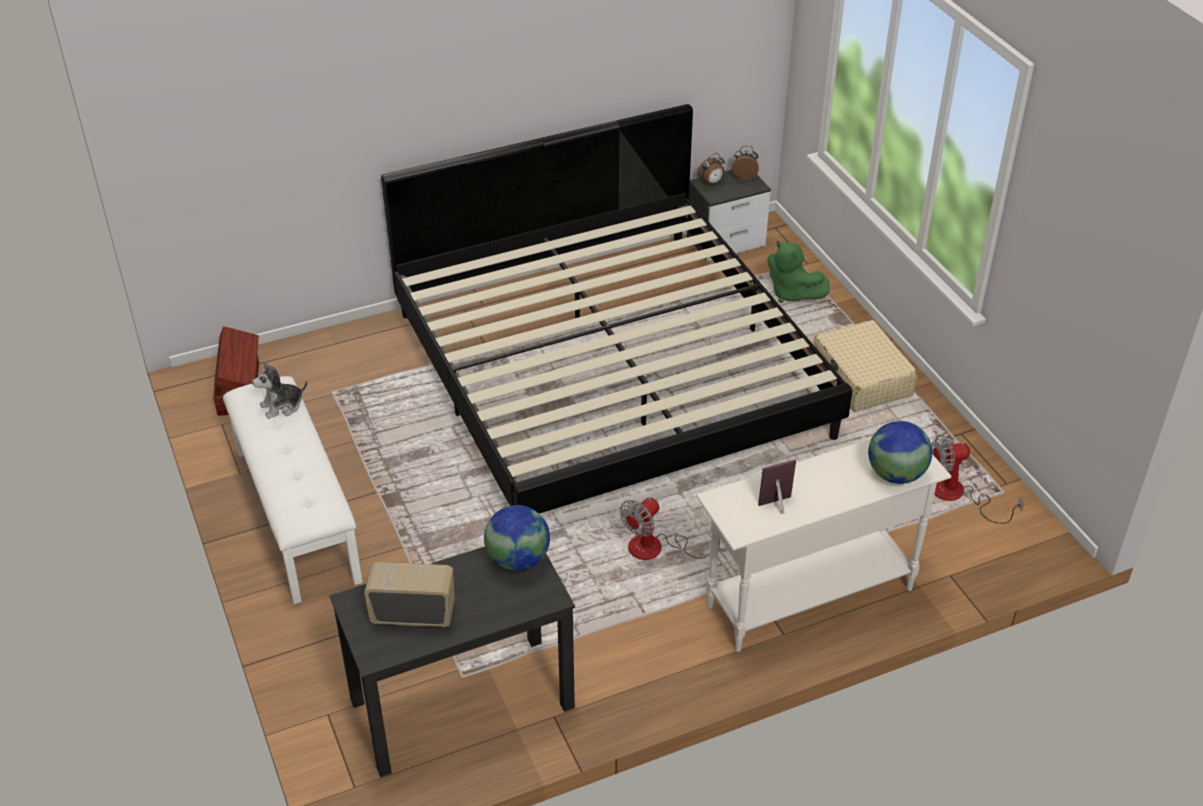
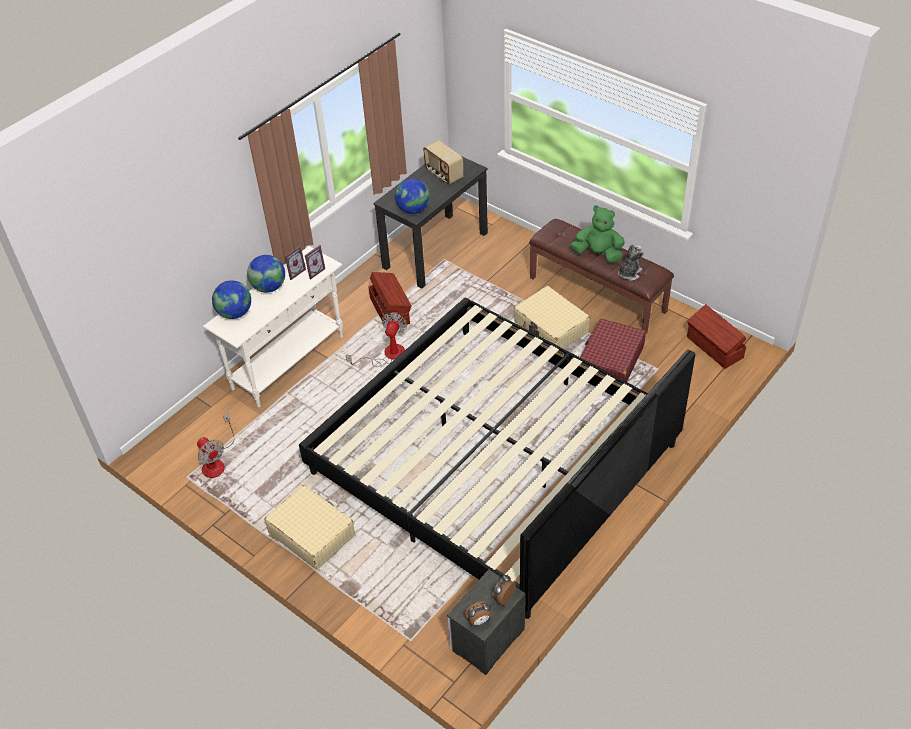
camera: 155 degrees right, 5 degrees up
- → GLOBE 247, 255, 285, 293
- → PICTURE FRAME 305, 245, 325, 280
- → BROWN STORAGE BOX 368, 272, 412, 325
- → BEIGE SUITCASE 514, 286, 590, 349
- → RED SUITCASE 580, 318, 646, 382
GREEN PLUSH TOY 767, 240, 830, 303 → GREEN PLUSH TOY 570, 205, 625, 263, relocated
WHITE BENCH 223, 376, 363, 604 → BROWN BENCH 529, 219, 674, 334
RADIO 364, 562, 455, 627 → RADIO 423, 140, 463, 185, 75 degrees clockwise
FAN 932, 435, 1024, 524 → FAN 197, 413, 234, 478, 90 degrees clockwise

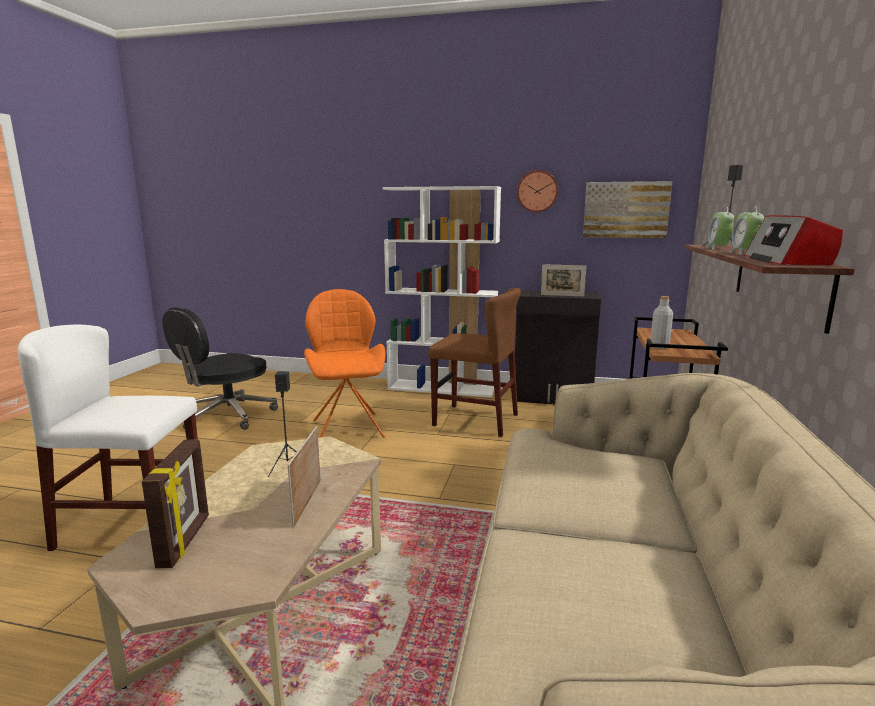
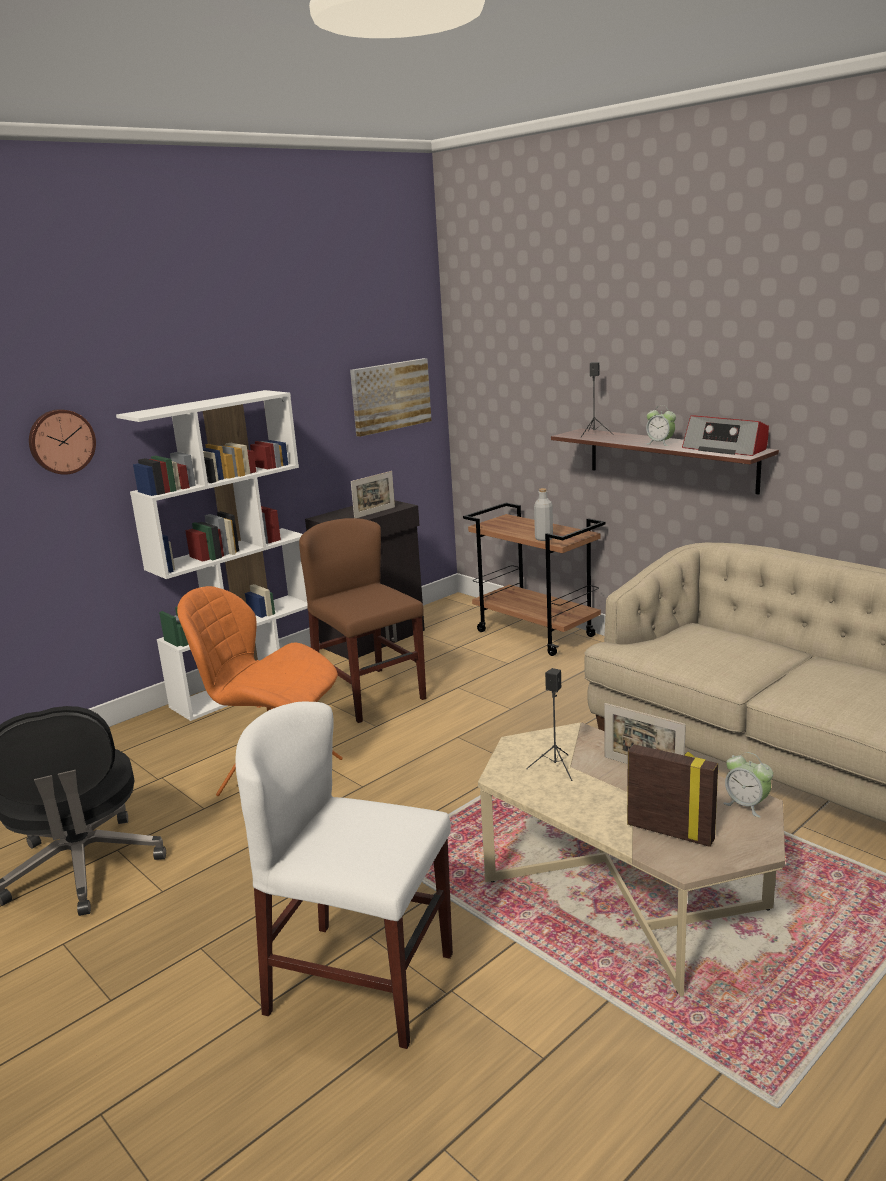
camera: 55 degrees left, 5 degrees up
WALL CLOCK 517, 170, 558, 212 → WALL CLOCK 29, 409, 96, 475, relocated
ALARM CLOCK 706, 207, 734, 250 → ALARM CLOCK 723, 752, 773, 818, relocated
WHITE CHAIR 17, 325, 198, 551 → WHITE CHAIR 235, 701, 453, 1049, 75 degrees clockwise
BROWN CHAIR 428, 288, 521, 437 → BROWN CHAIR 299, 518, 426, 723, 90 degrees counterclockwise

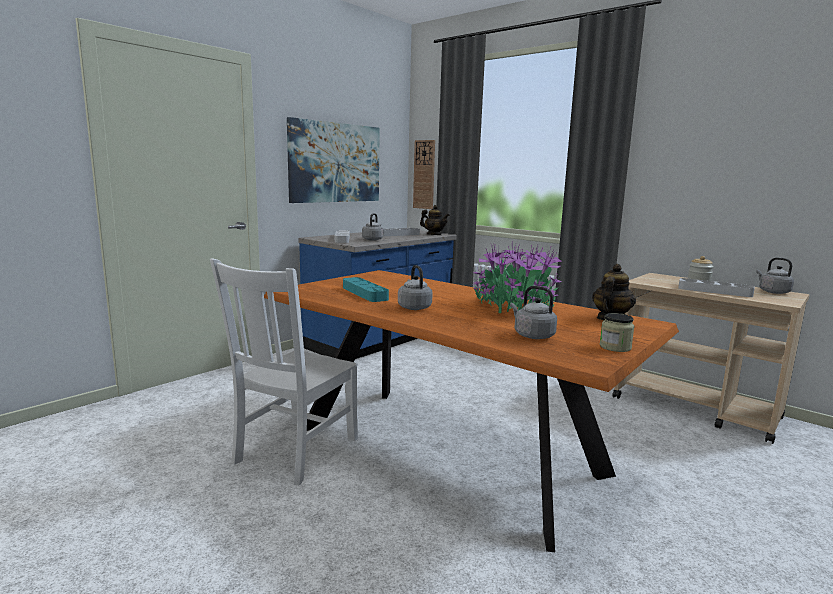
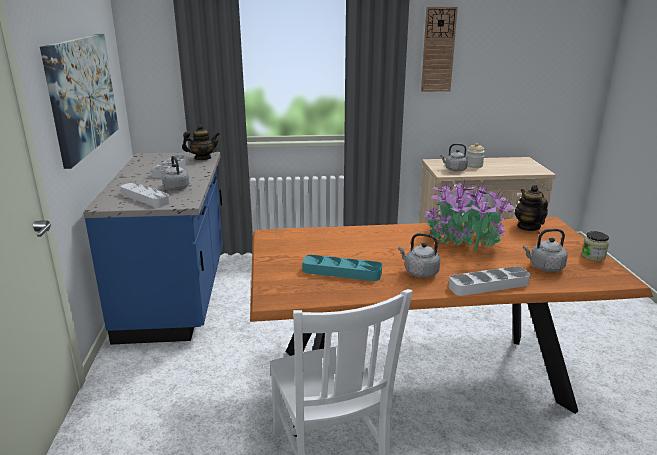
camera: 45 degrees left, 10 degrees up
WALL CLOCK 413, 140, 435, 209 → WALL CLOCK 421, 7, 458, 92, relocated
GREY TRAY 678, 278, 755, 297 → GREY TRAY 449, 266, 530, 296, relocated
GREY KETTLE 756, 258, 794, 294 → GREY KETTLE 440, 144, 468, 172, relocated

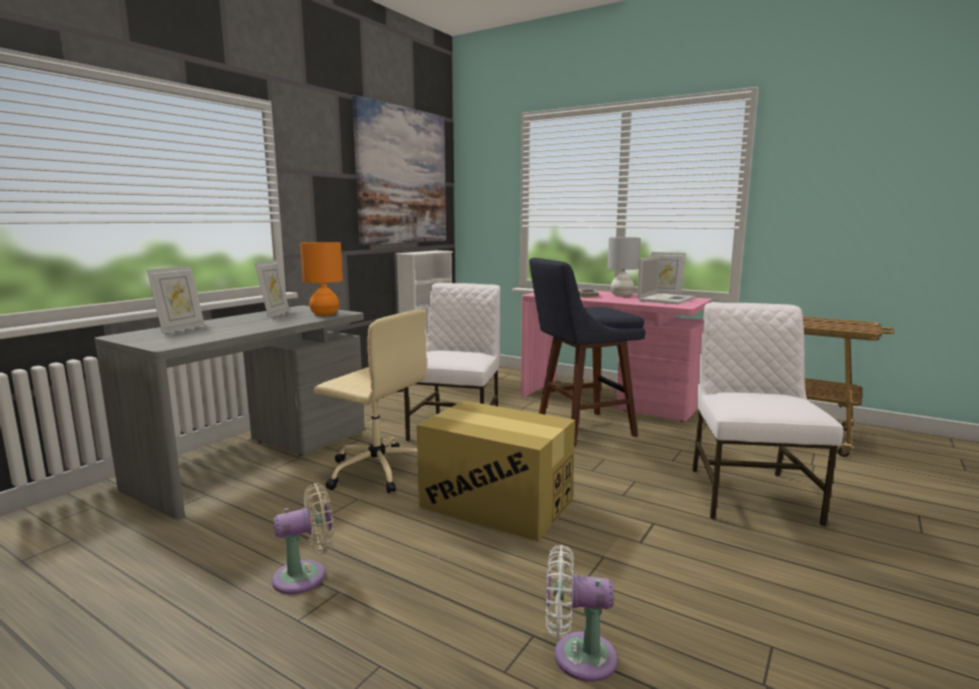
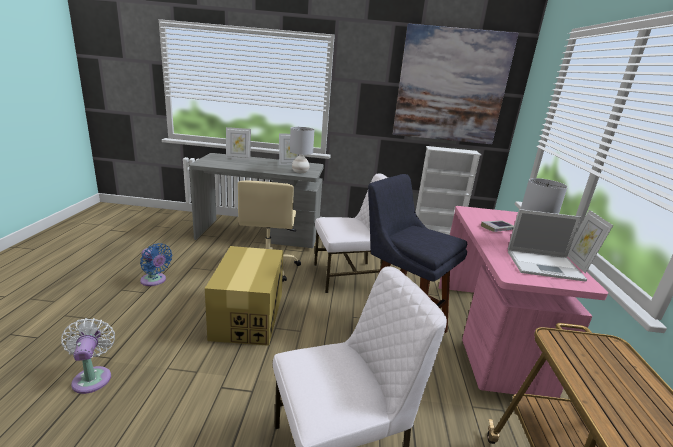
camera: 60 degrees right, 10 degrees up
BEIGE FAN 272, 483, 334, 594 → BLUE FAN 140, 243, 172, 286
ORANGE TABLE LAMP 300, 242, 343, 316 → GREY TABLE LAMP 290, 127, 315, 173

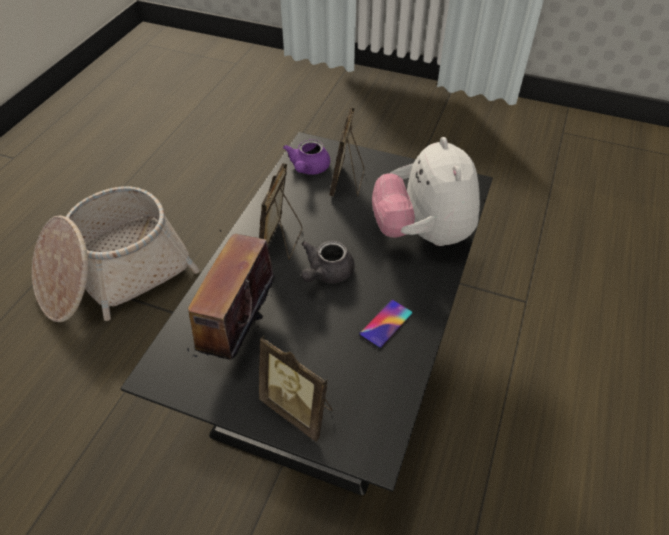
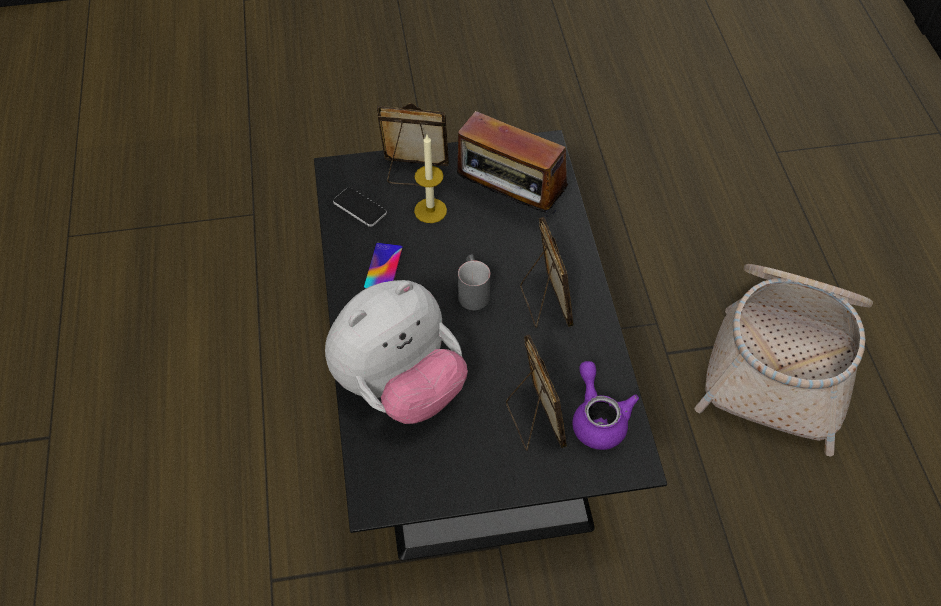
camera: 150 degrees right, 5 degrees up
- → PHONE 333, 187, 387, 227
- → CANDLE 414, 135, 447, 223
GREY TEAPOT 301, 241, 355, 283 → GREY MUG 458, 255, 490, 310
RADIO 187, 230, 275, 359 → RADIO 457, 108, 568, 218, 135 degrees clockwise
PLUSH TOY 372, 137, 480, 246 → PLUSH TOY 325, 280, 468, 424, 90 degrees clockwise

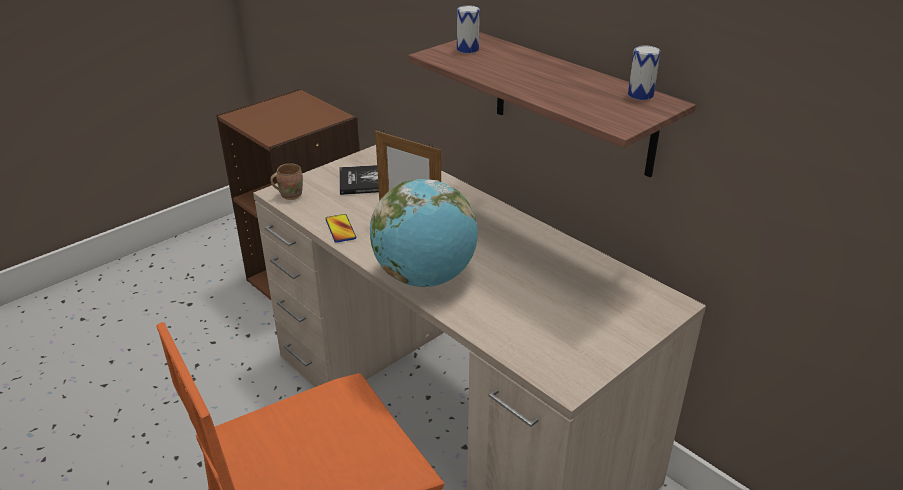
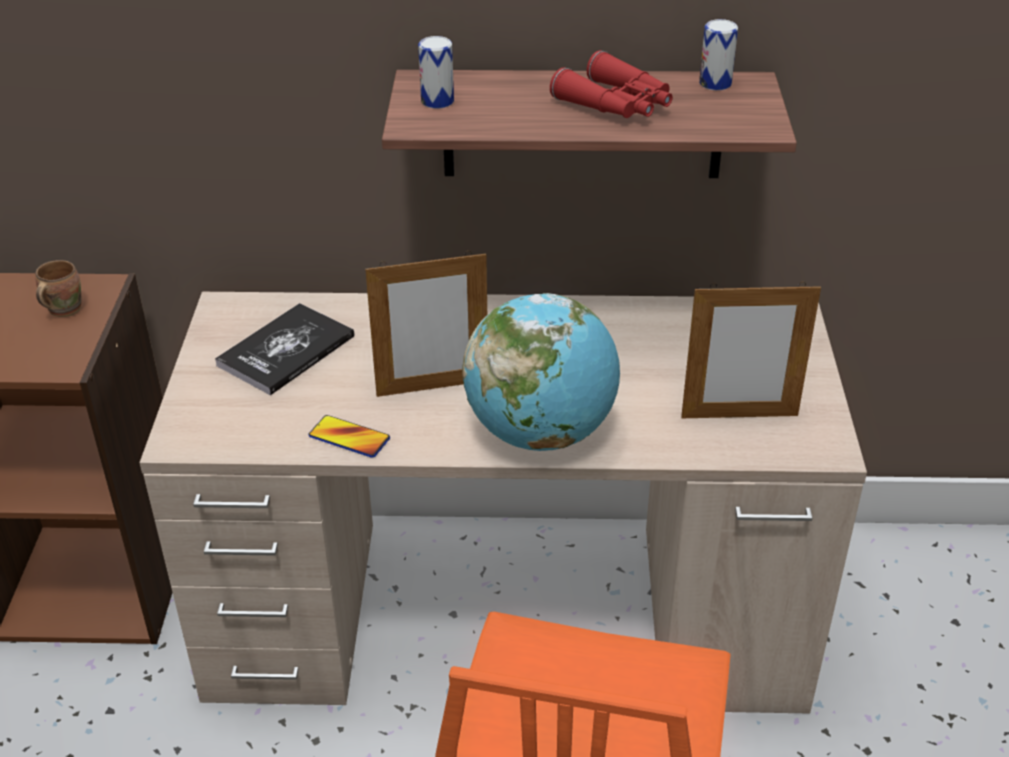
camera: 45 degrees left, 5 degrees up
- → RED BINOCULARS 550, 50, 673, 118
- → PICTURE FRAME 681, 282, 821, 418
BROWN MUG 270, 163, 303, 200 → BROWN MUG 35, 260, 81, 317, relocated

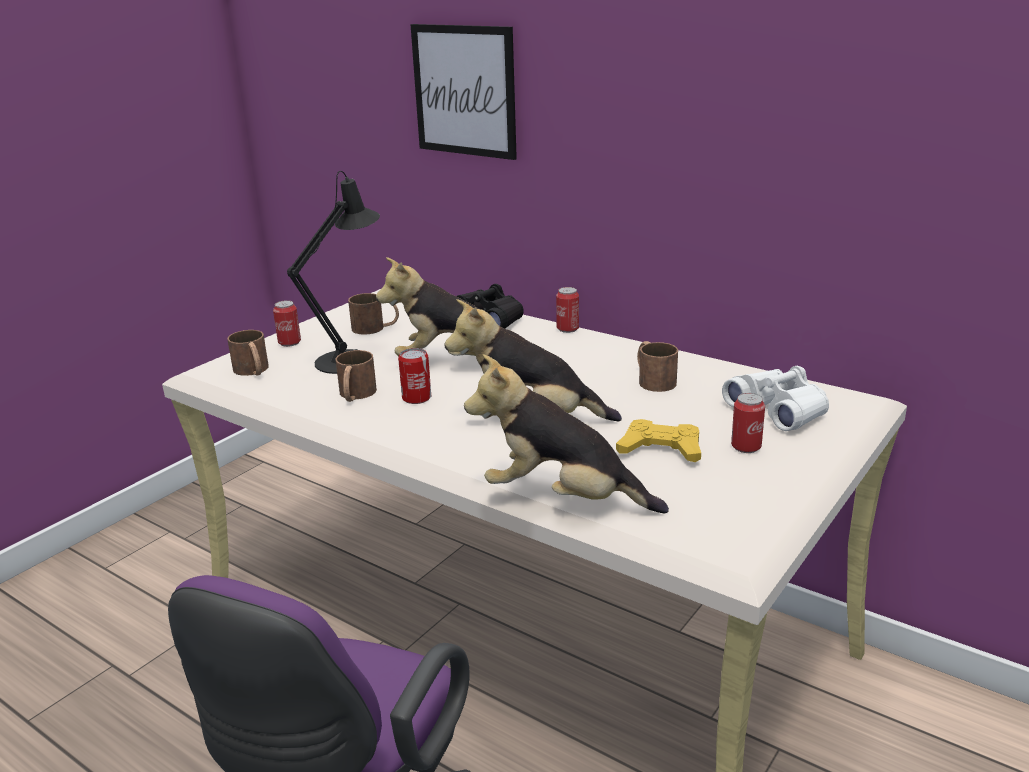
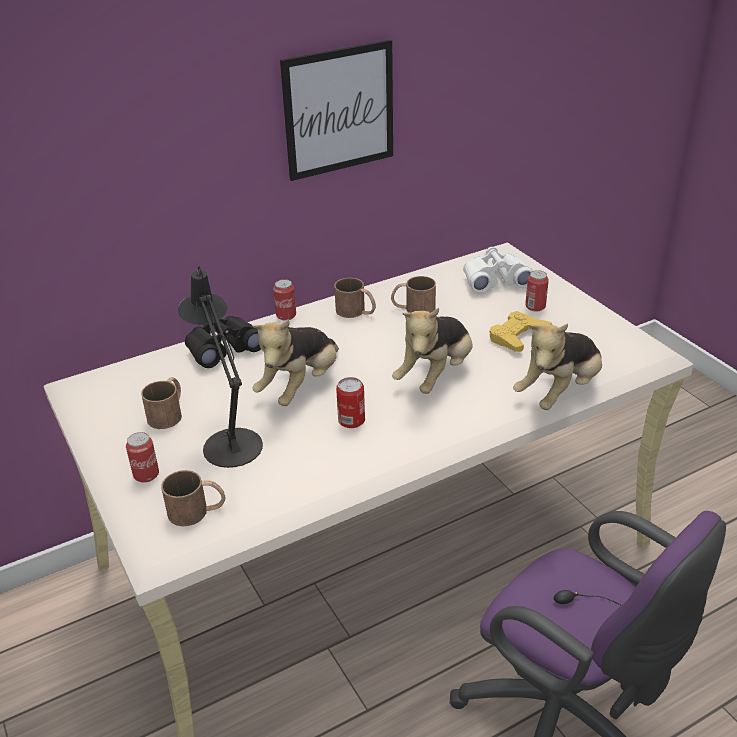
camera: 65 degrees left, 10 degrees up
BROWN MUG 336, 350, 377, 402 → BROWN MUG 334, 278, 376, 318, relocated
PICTURE 411, 24, 517, 160 → PICTURE 280, 40, 393, 181, relocated

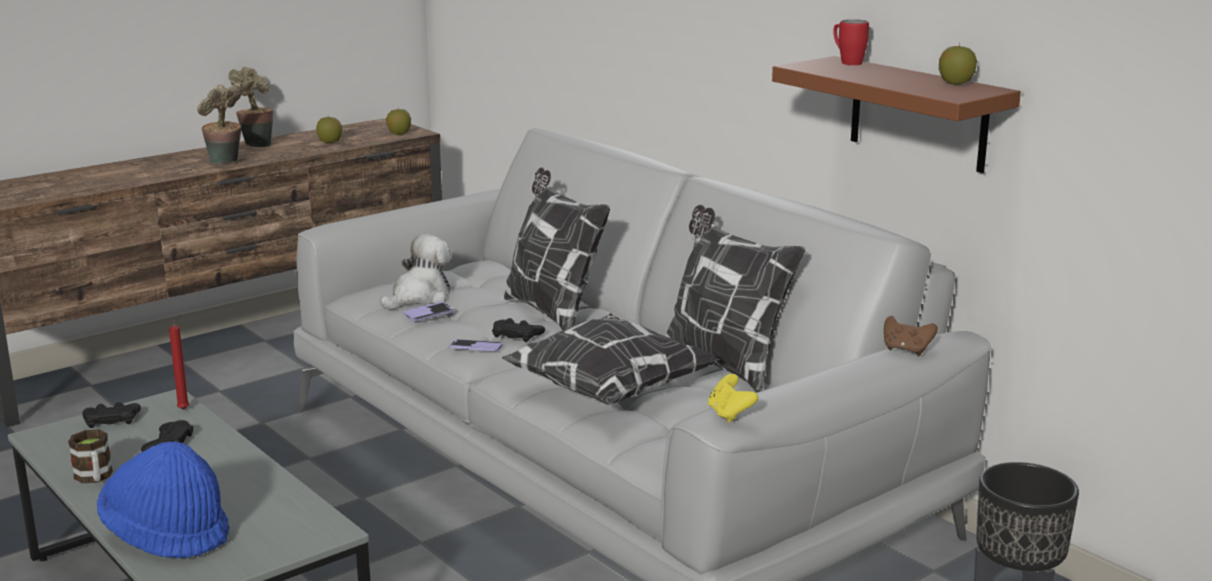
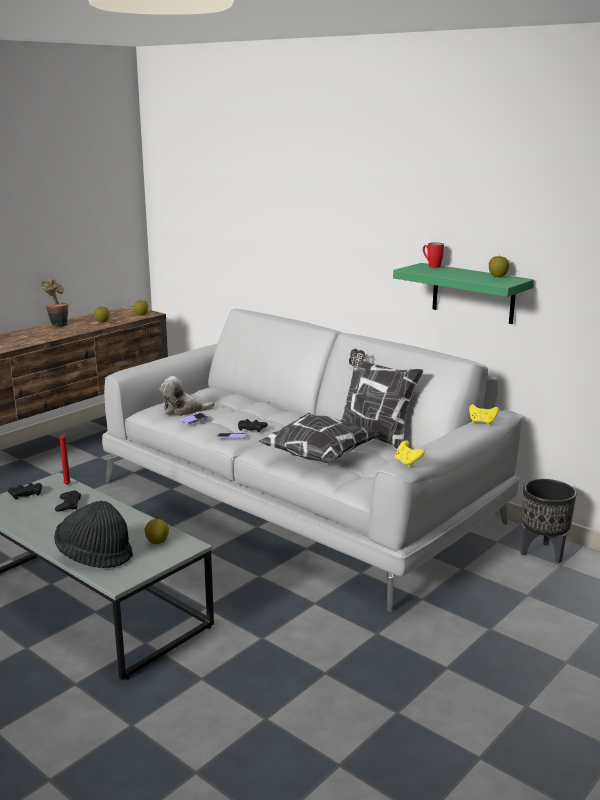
camera: 10 degrees left, 0 degrees up
MUG 68, 430, 113, 483 → -
POTTED PLANT 197, 83, 241, 164 → -
PILLOW 504, 167, 610, 330 → -
- → APPLE 144, 519, 169, 544
BLUE HAT 97, 441, 229, 558 → BLACK HAT 54, 501, 133, 568
BROWN SHELF 772, 56, 1021, 173 → GREEN SHELF 393, 263, 534, 324
BROWN GAME CONTROLLER 884, 316, 938, 356 → YELLOW GAME CONTROLLER 469, 404, 499, 425
PLUSH TOY 380, 234, 452, 310 → PLUSH TOY 159, 376, 215, 416, 120 degrees counterclockwise

